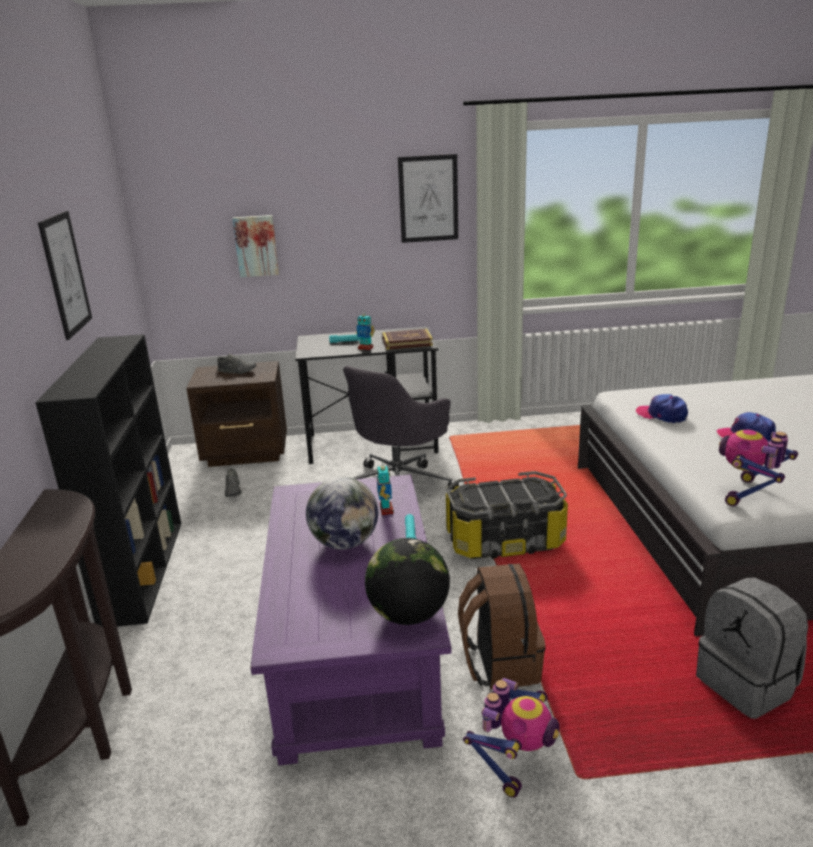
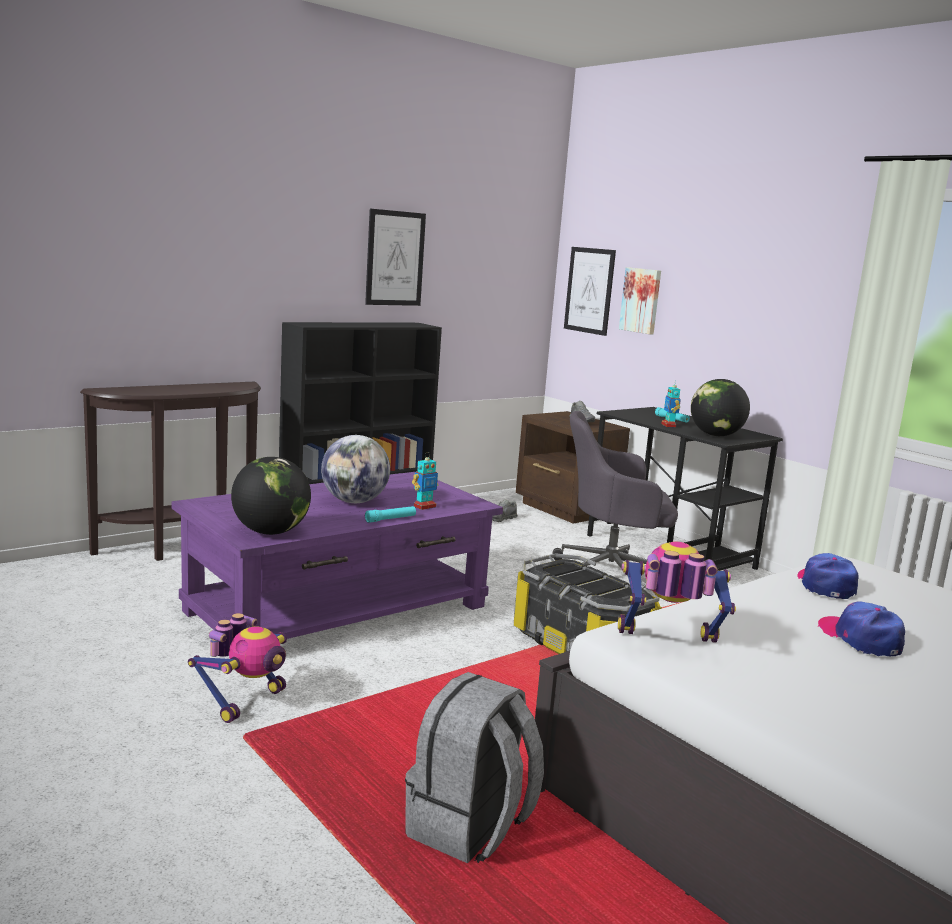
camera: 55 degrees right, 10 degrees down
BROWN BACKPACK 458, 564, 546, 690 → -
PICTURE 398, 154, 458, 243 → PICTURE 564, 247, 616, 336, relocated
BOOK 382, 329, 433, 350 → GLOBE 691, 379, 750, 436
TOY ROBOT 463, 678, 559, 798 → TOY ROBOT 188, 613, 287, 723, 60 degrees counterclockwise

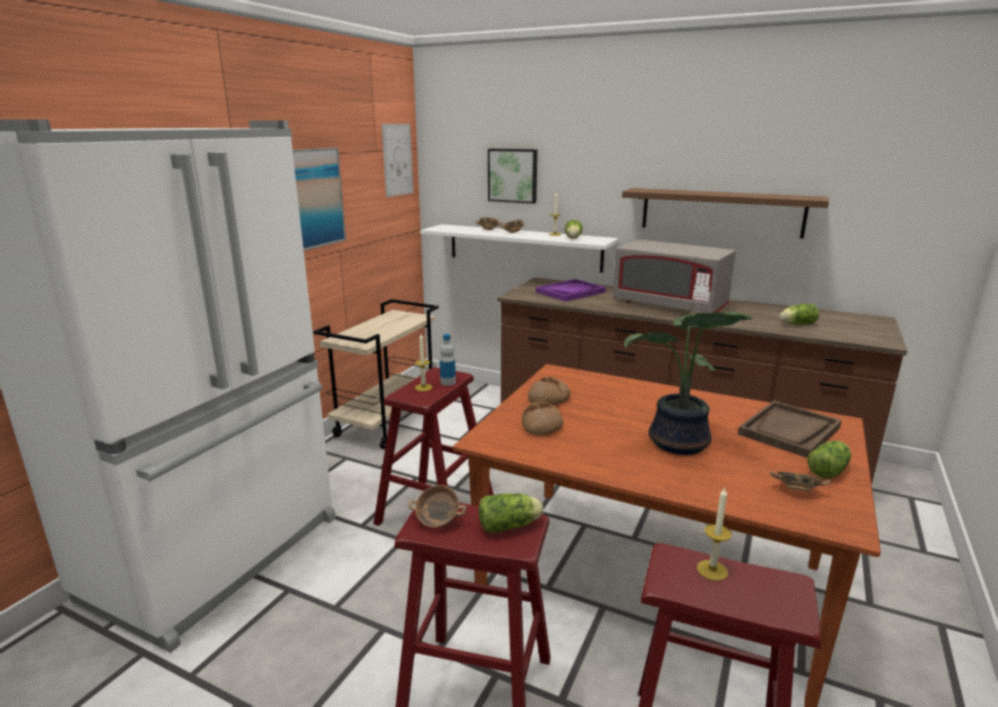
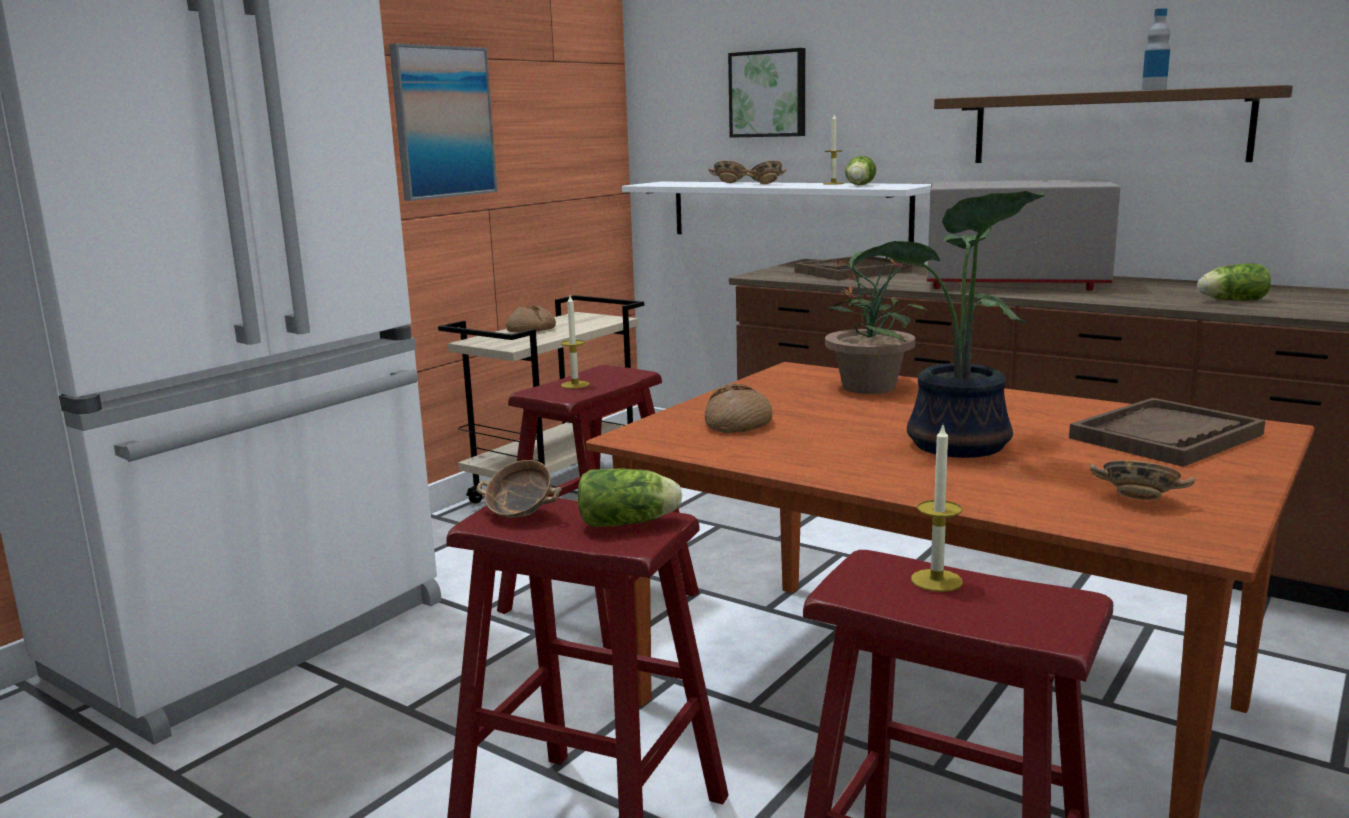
camera: 10 degrees right, 5 degrees down
PICTURE 382, 124, 413, 197 → -
LETTUCE 807, 440, 851, 479 → -
- → POTTED PLANT 825, 257, 930, 394
BOTTLE 440, 334, 456, 386 → BOTTLE 1142, 8, 1170, 90, relocated
BREAD 528, 377, 570, 405 → BREAD 506, 305, 556, 332, relocated
PURPLE TRAY 536, 279, 606, 302 → BROWN TRAY 795, 257, 912, 280
GREY MICROWAVE 613, 239, 736, 313 → GREY MICROWAVE 927, 179, 1120, 290, 150 degrees clockwise

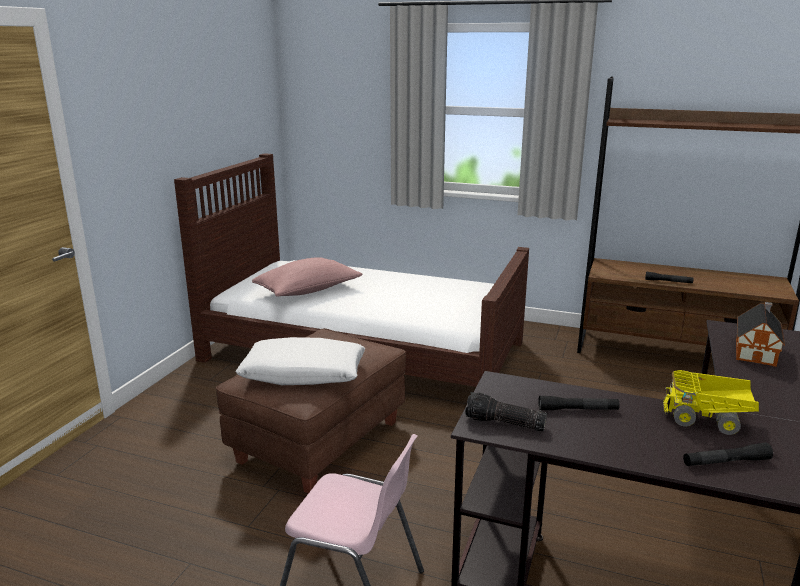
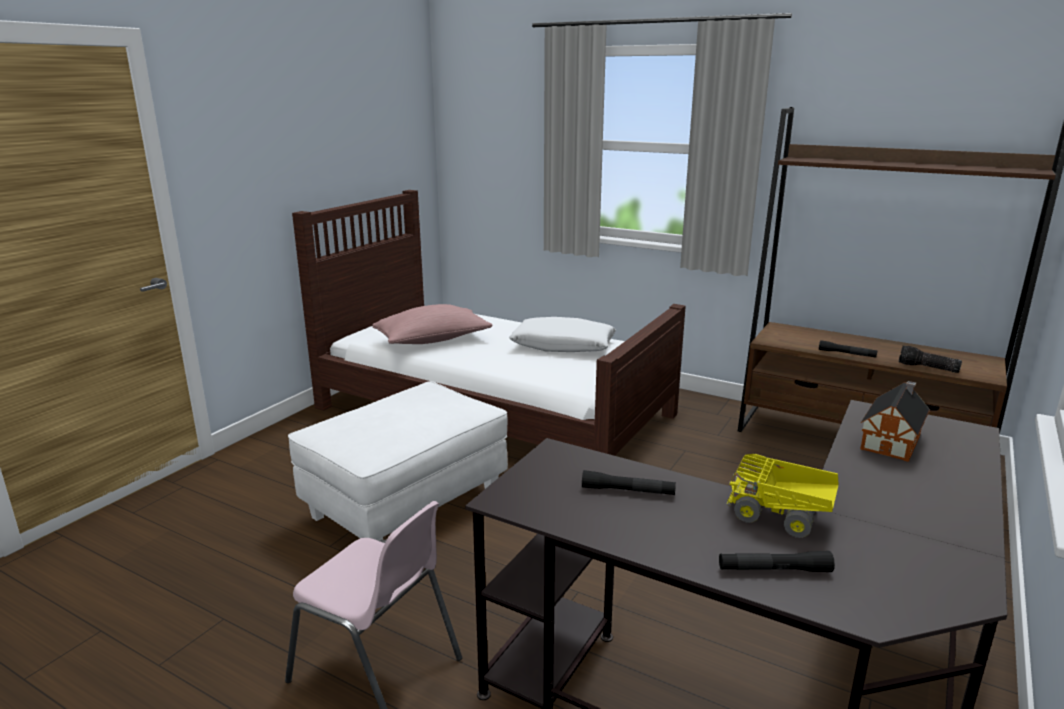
camera: 10 degrees right, 0 degrees up
WHITE PILLOW 235, 337, 365, 385 → WHITE PILLOW 509, 317, 616, 352, relocated
FLASHLIGHT 465, 392, 547, 431 → FLASHLIGHT 898, 346, 962, 373, relocated
BROWN OTTOMAN 216, 328, 406, 493 → WHITE OTTOMAN 288, 381, 508, 541

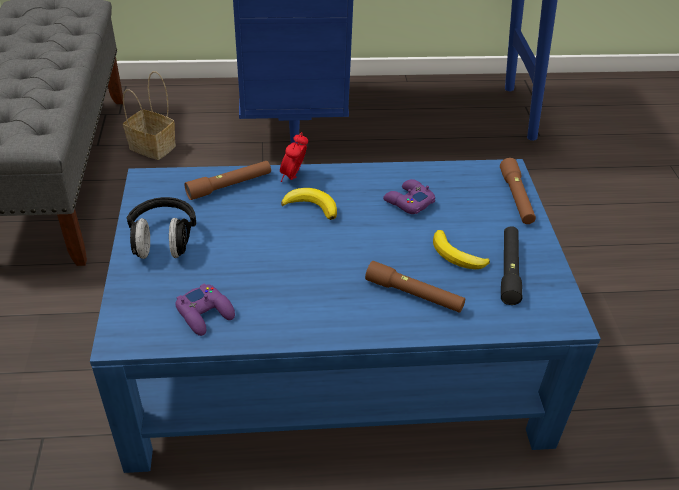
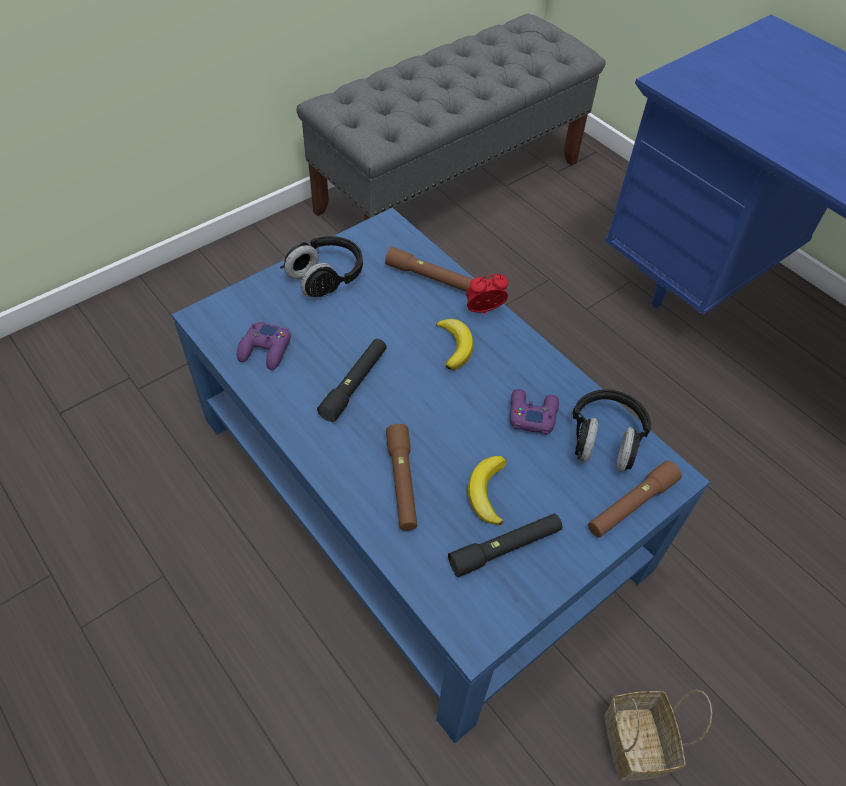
camera: 55 degrees right, 10 degrees up
- → BLACK FLASHLIGHT 317, 339, 387, 422
- → BLACK HEADPHONES 572, 389, 651, 472
BASKET 123, 71, 176, 160 → BASKET 604, 690, 712, 781, relocated

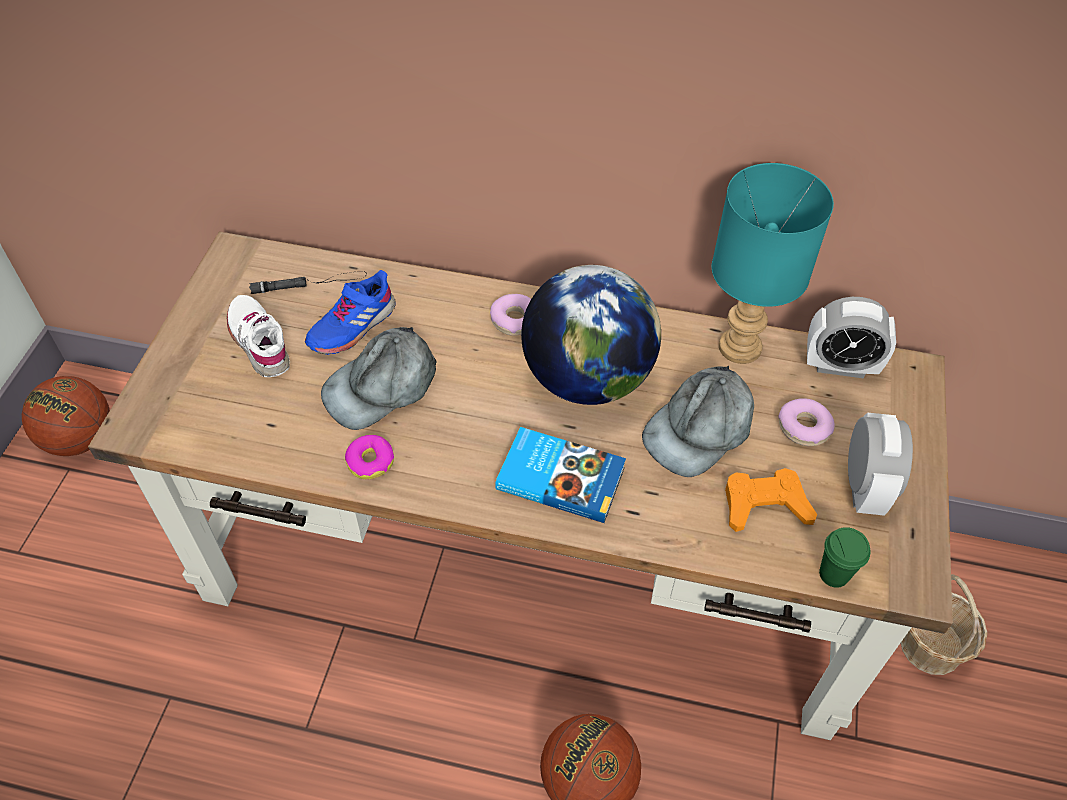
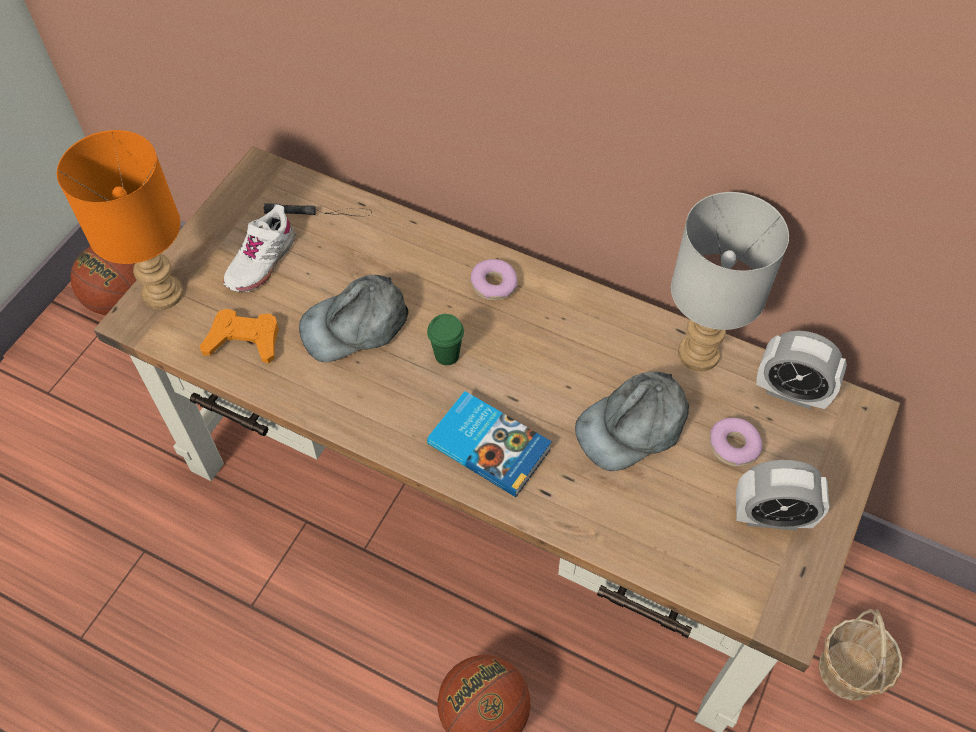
camera: 15 degrees right, 5 degrees up
BLUE SHOE 305, 270, 396, 355 → -
DONUT 345, 435, 394, 479 → -
GLOBE 521, 265, 661, 405 → -
- → ORANGE TABLE LAMP 57, 130, 183, 310
ORANGE GAME CONTROLLER 725, 468, 817, 532 → ORANGE GAME CONTROLLER 200, 309, 279, 364, relocated
GREEN CUP 819, 527, 870, 588 → GREEN CUP 427, 314, 464, 365, relocated
TURQUOISE TABLE LAMP 712, 163, 834, 364 → GREY TABLE LAMP 671, 192, 789, 371
WHITE SHOE 227, 295, 290, 377 → WHITE SHOE 223, 204, 296, 292, 135 degrees counterclockwise
ALARM CLOCK 848, 413, 913, 516 → ALARM CLOCK 736, 460, 829, 531, 75 degrees clockwise

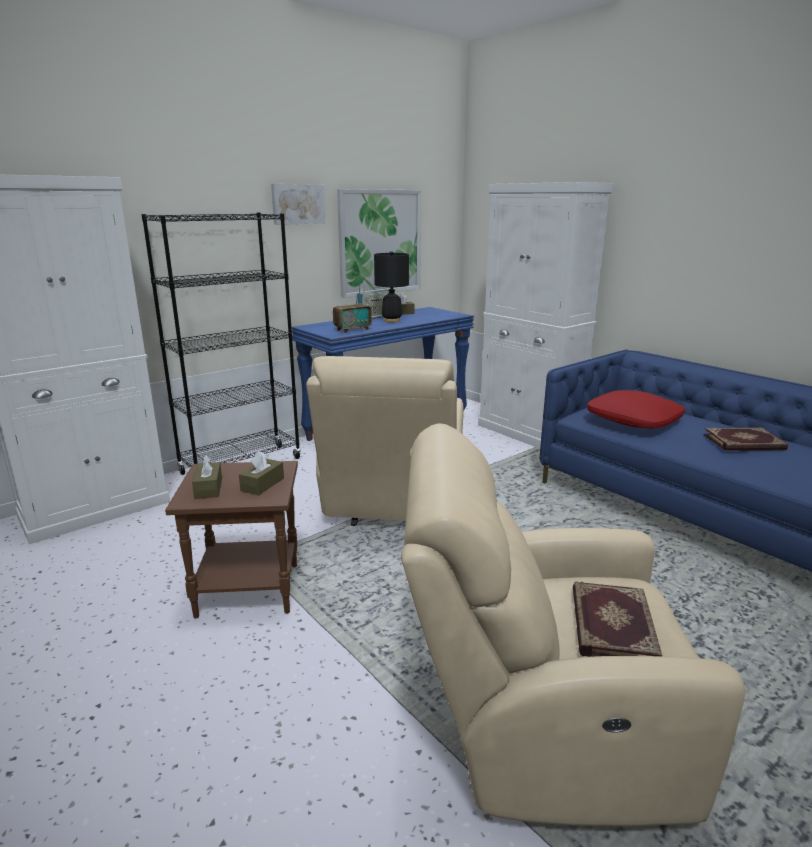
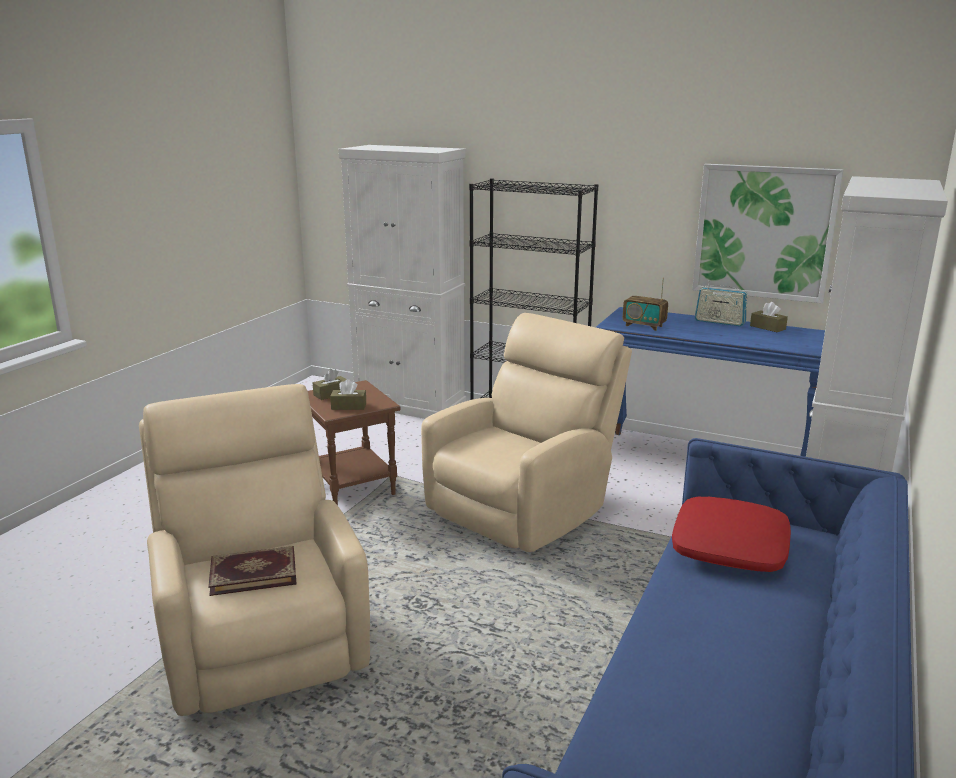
camera: 65 degrees right, 0 degrees up
PICTURE 271, 184, 325, 225 → -
BLACK TABLE LAMP 374, 251, 409, 323 → -
BOOK 704, 427, 788, 451 → -
BEIGE ARMCHAIR 306, 356, 464, 526 → BEIGE ARMCHAIR 421, 313, 632, 552, 150 degrees clockwise

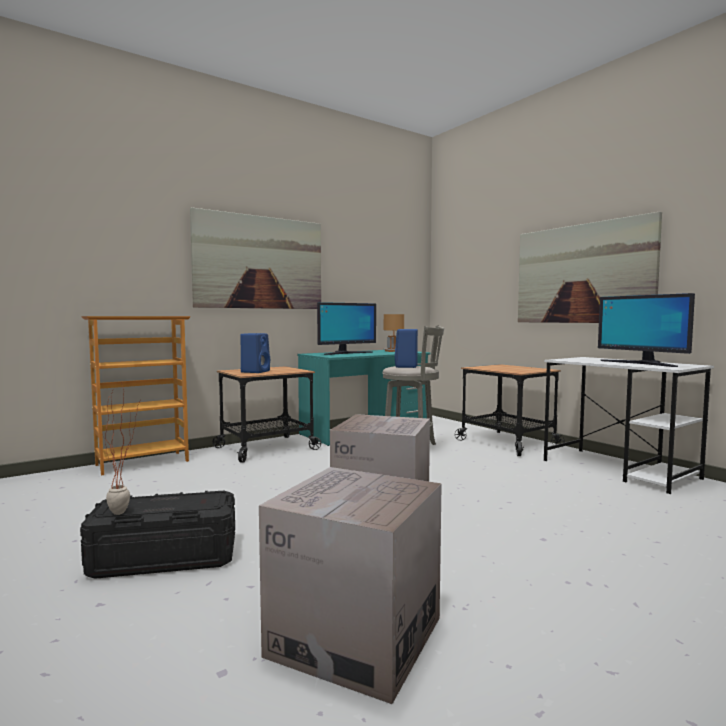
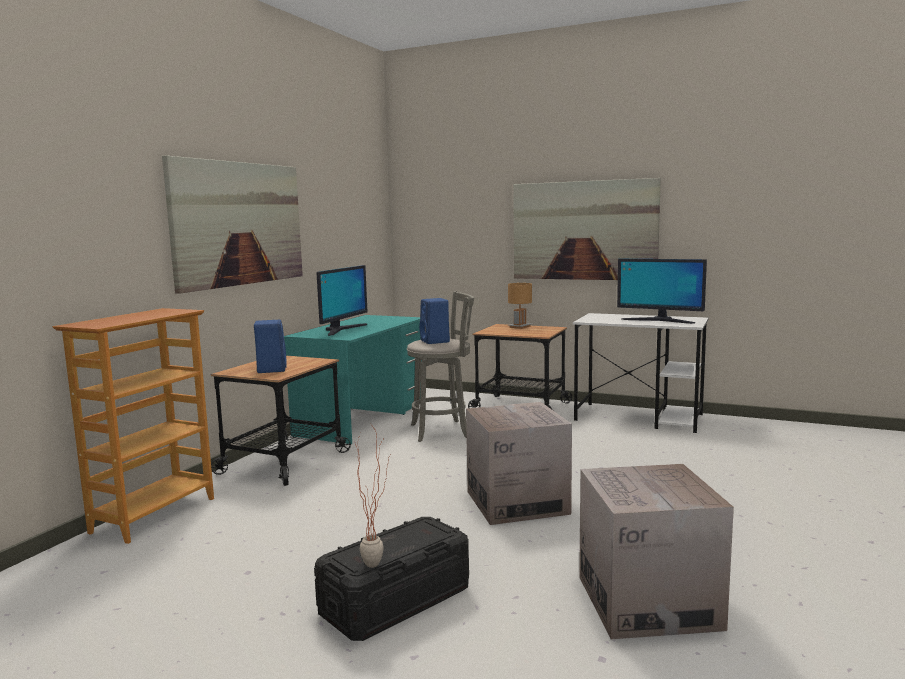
camera: 30 degrees left, 5 degrees up
BROWN TABLE LAMP 384, 314, 404, 352 → BROWN TABLE LAMP 508, 283, 532, 329, relocated

